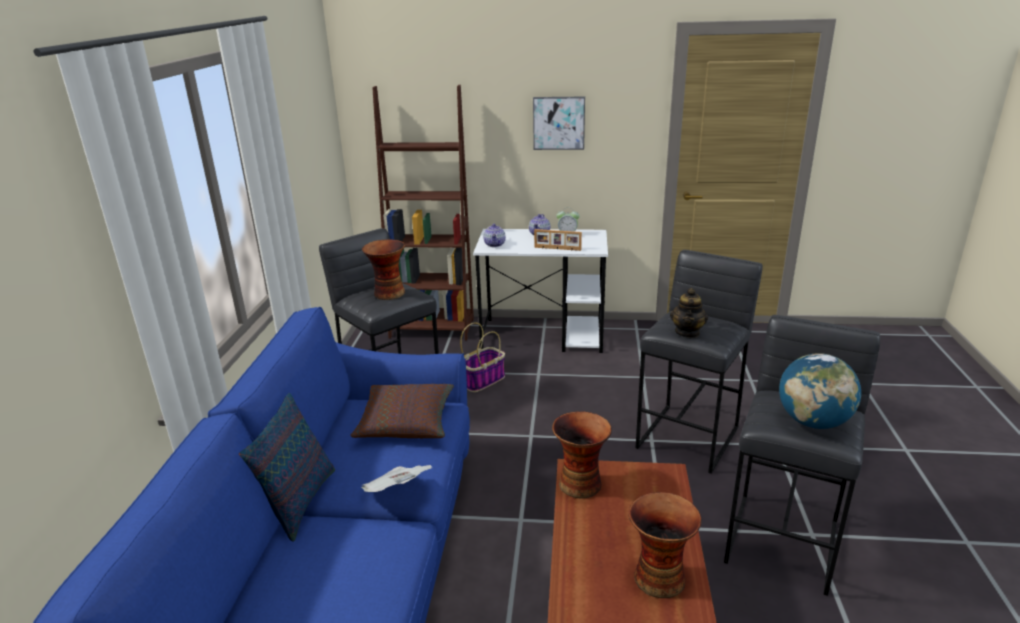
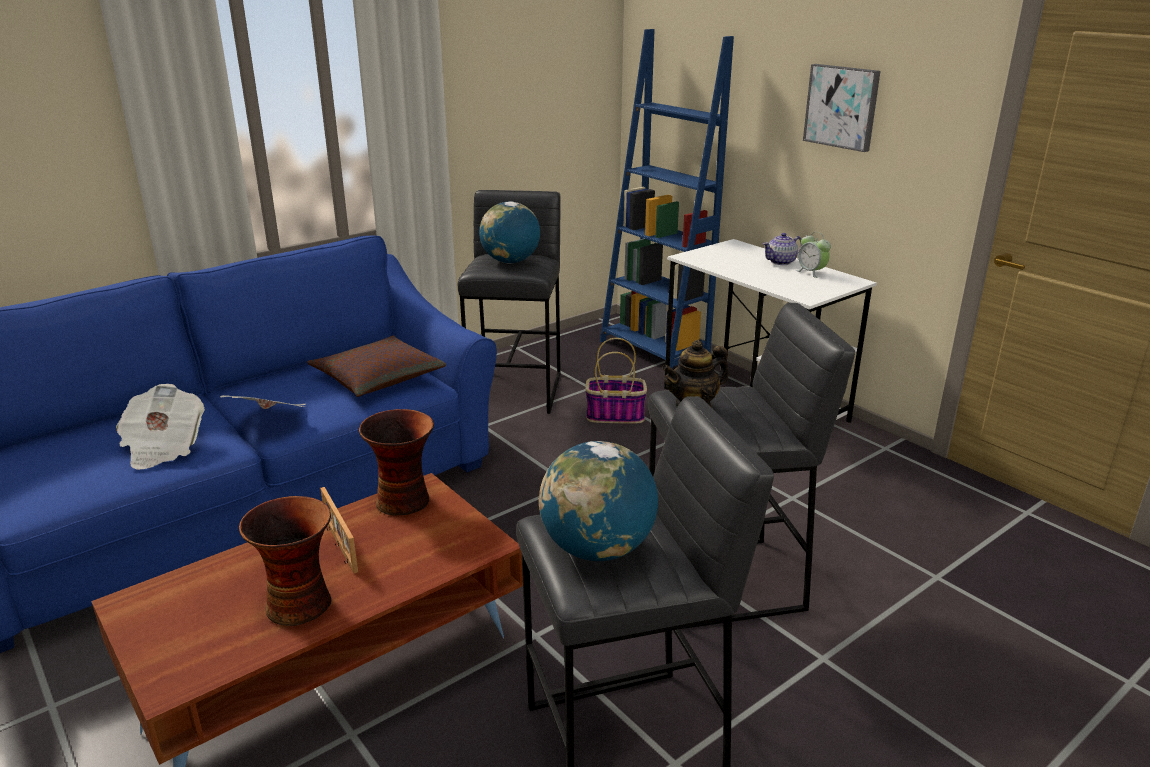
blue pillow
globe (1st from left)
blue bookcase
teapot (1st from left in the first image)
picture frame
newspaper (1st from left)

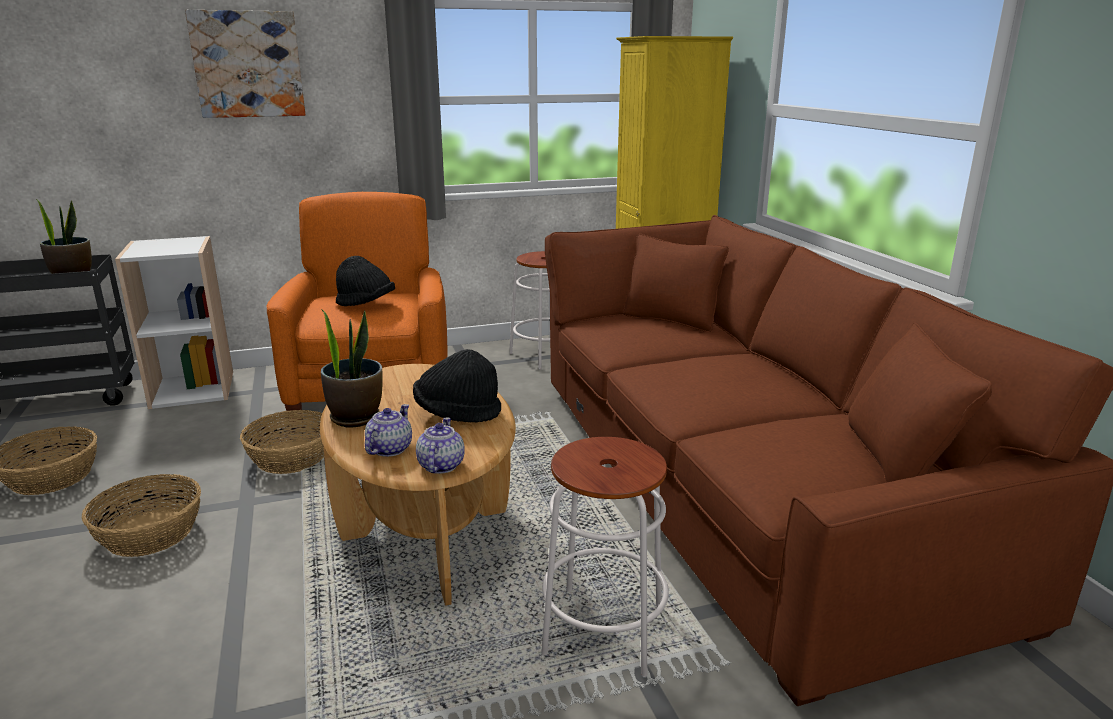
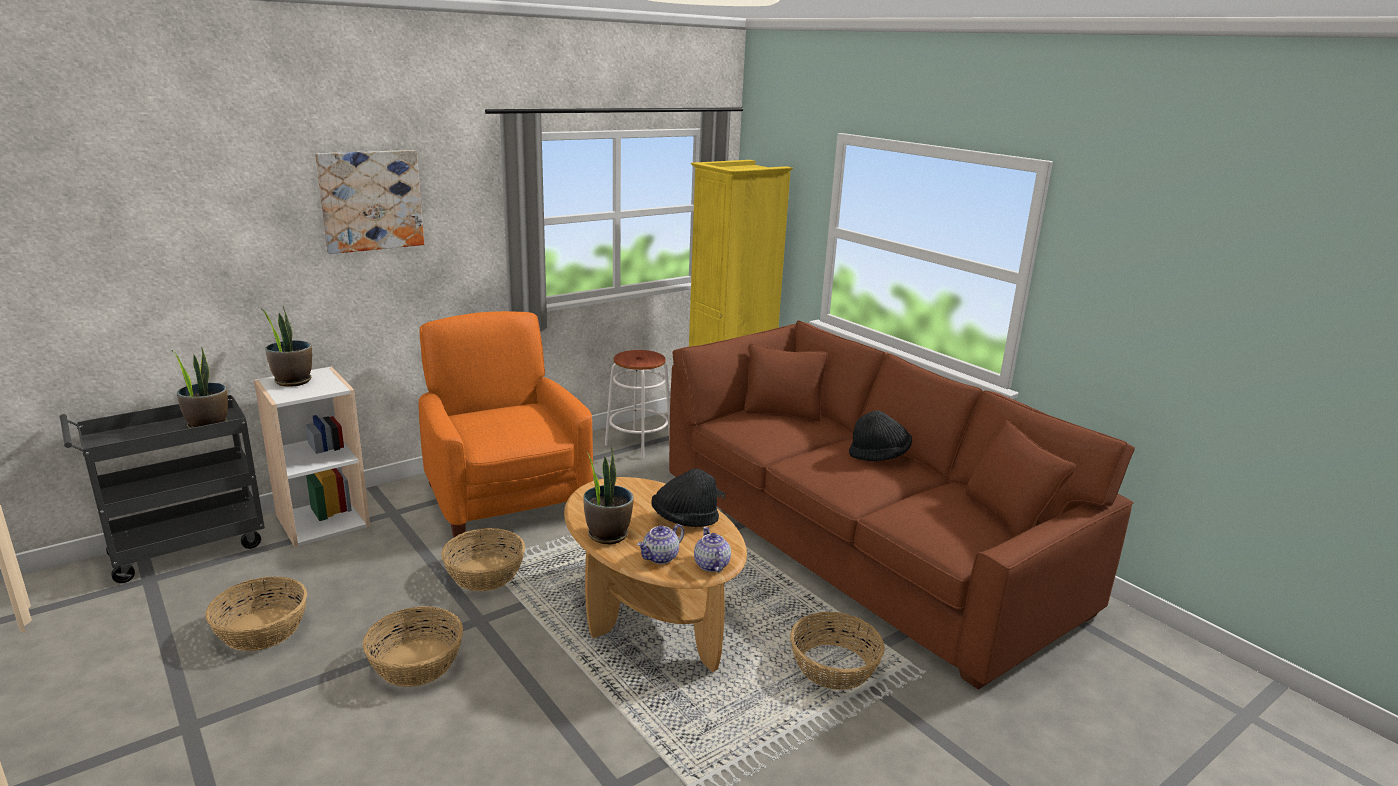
black hat (2nd from left)
teapot (1st from left)
basket (4th from left)
potted plant (2nd from left)

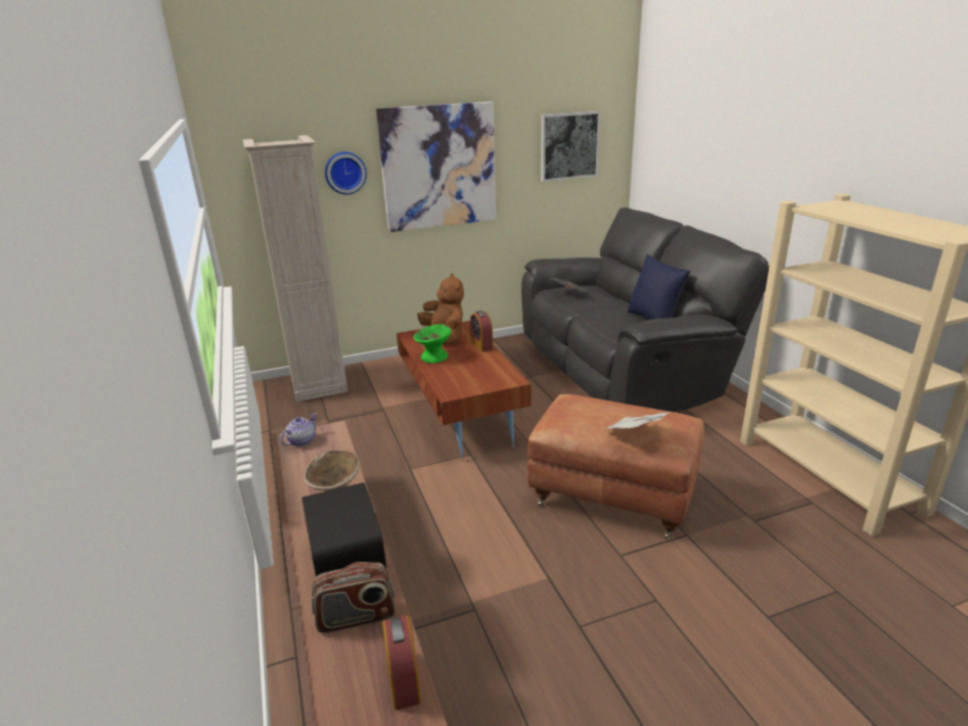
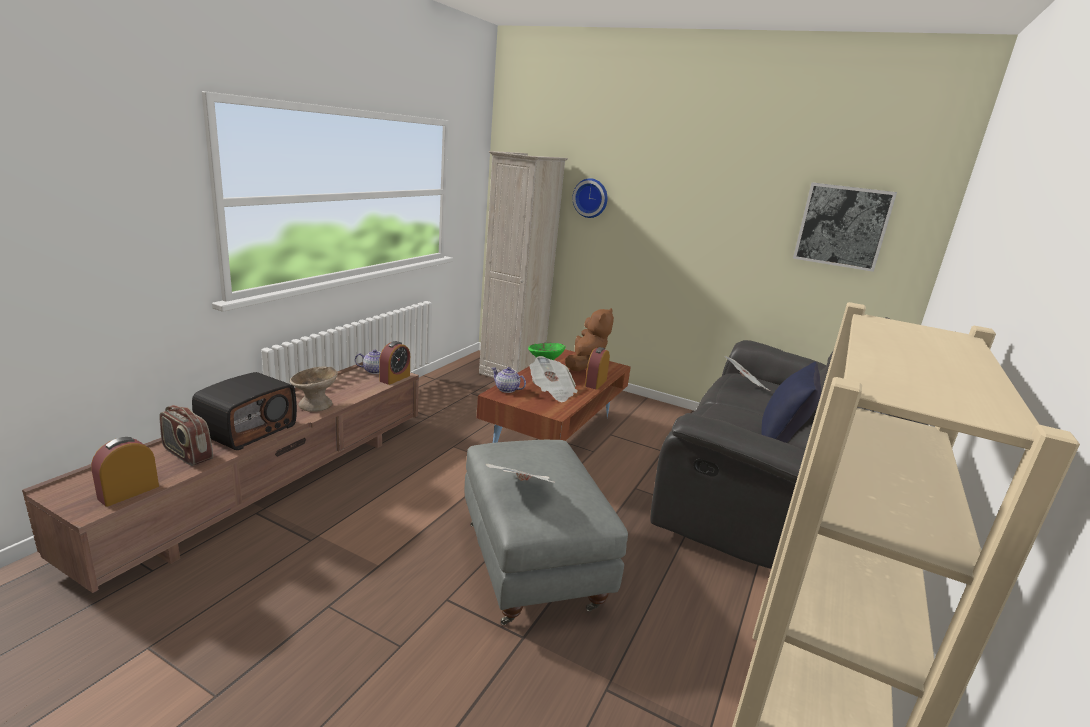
picture (1st from left in the first image)
grey ottoman
alarm clock (2nd from left)
teapot (2nd from left)
newspaper (2nd from left)

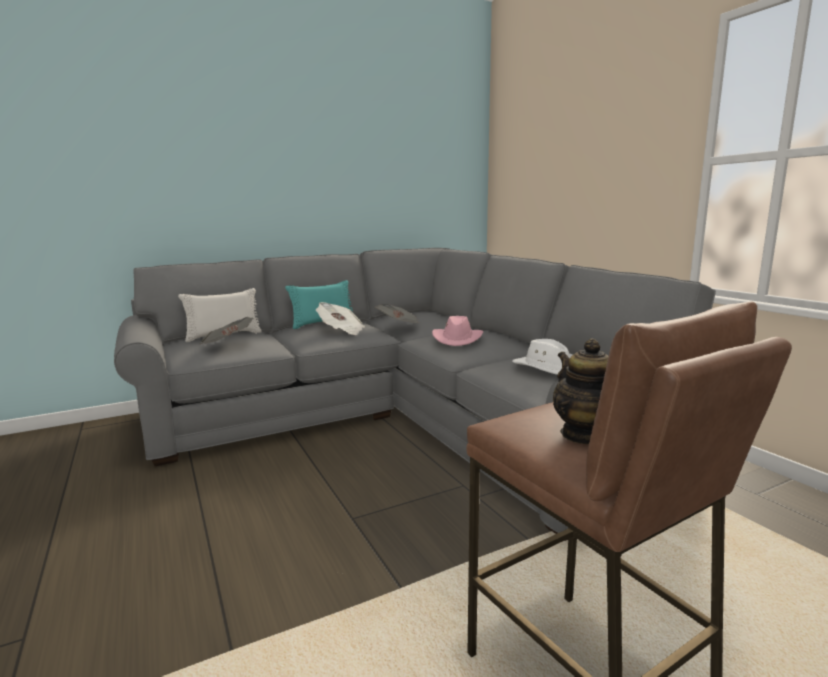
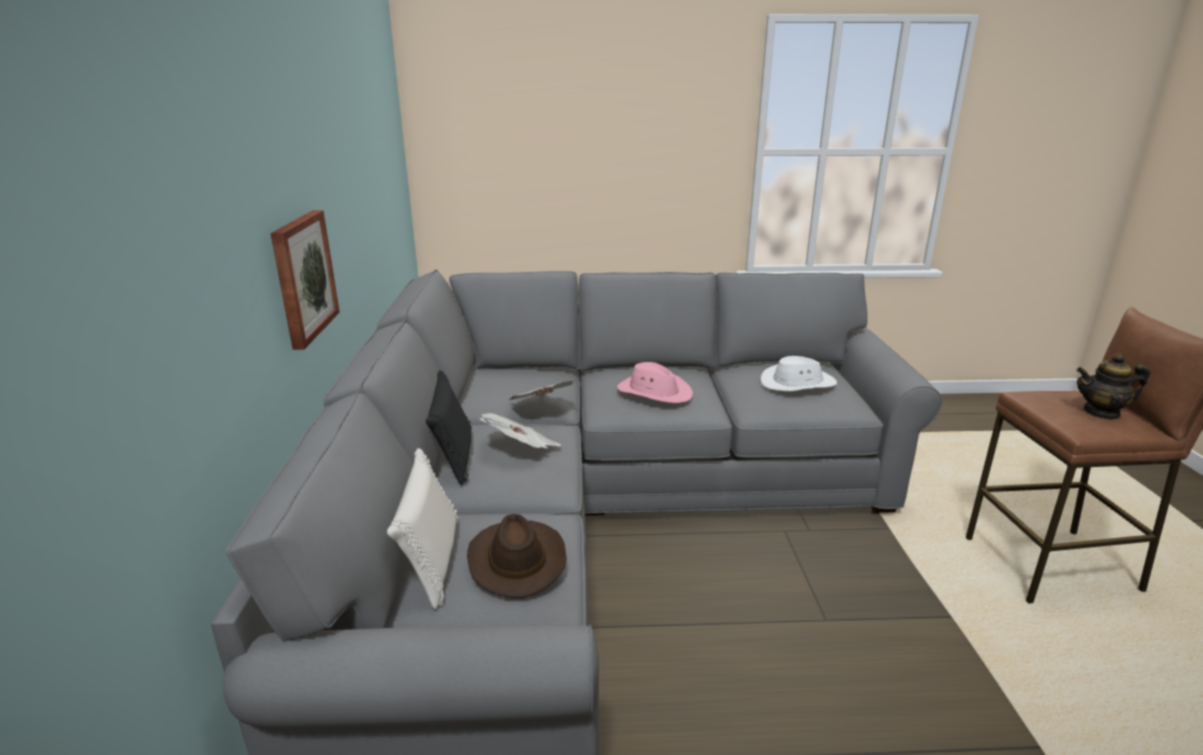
brown hat
black pillow
picture

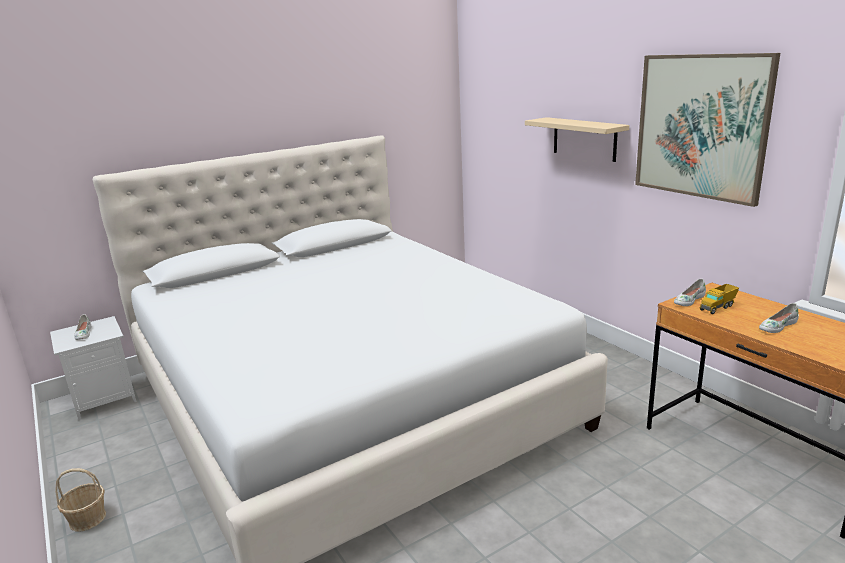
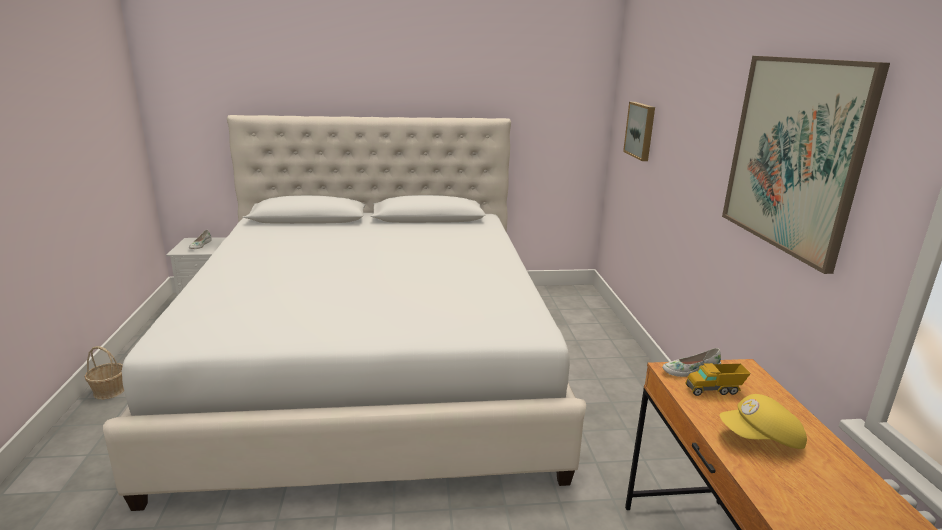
beige shelf
yellow cap
picture (1st from left)

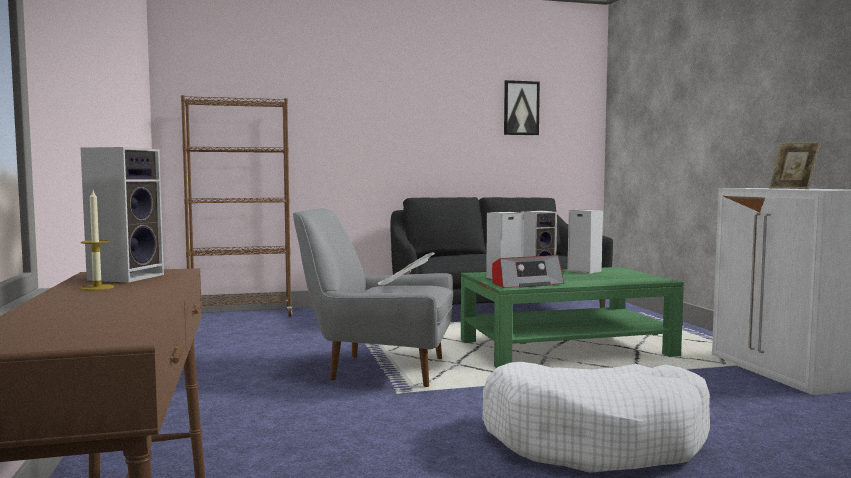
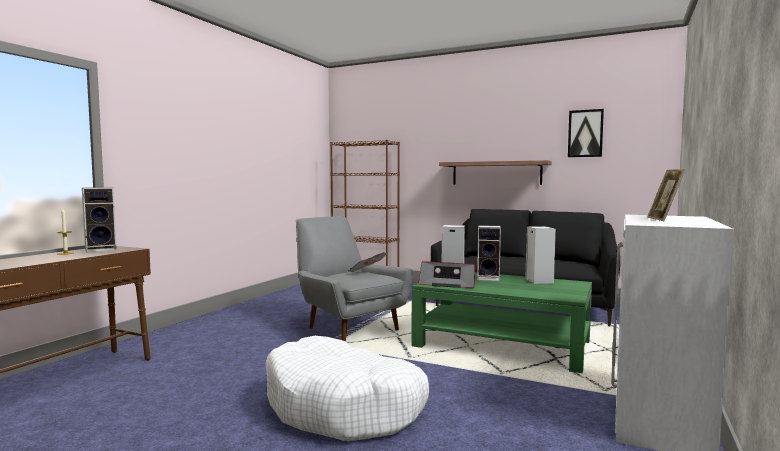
shelf

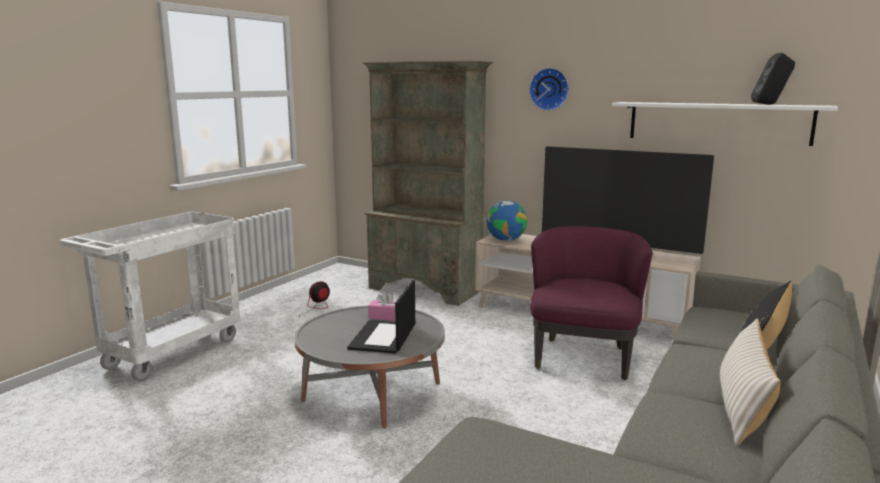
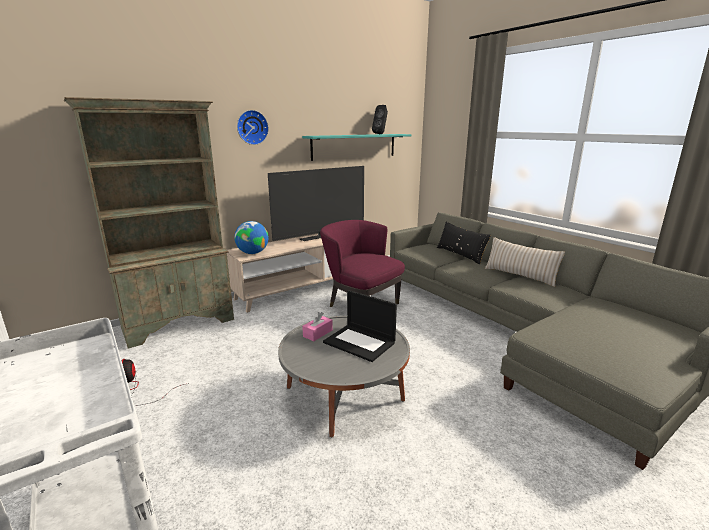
turquoise shelf

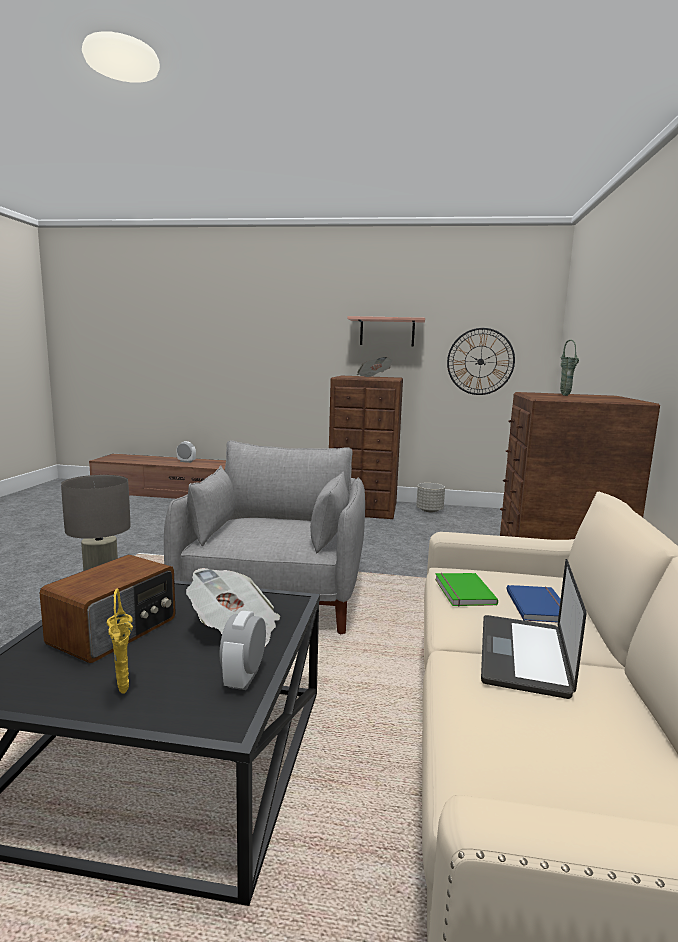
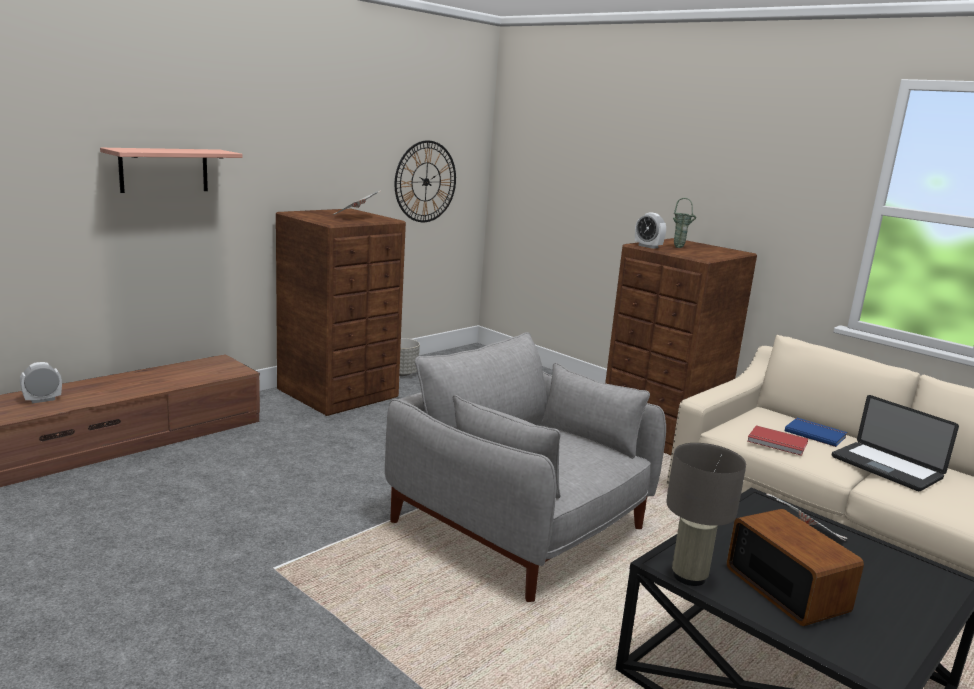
yellow vase
alarm clock (2nd from left)
shelf
red book

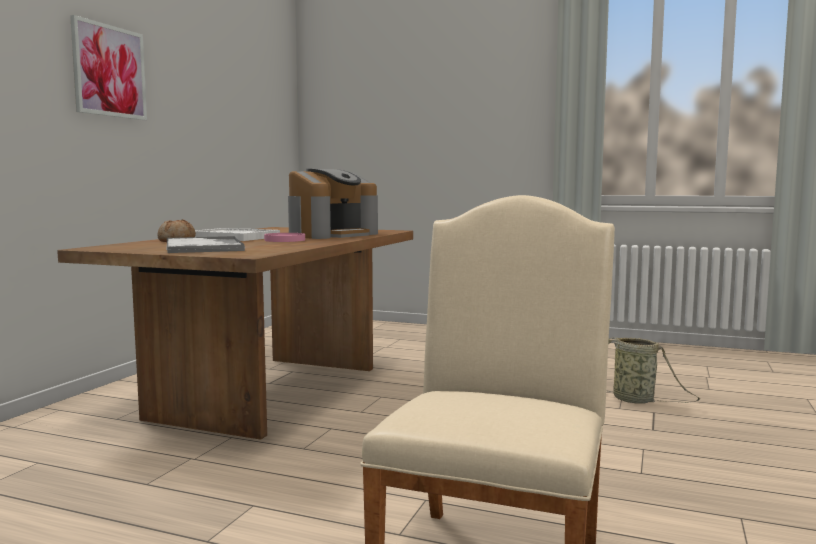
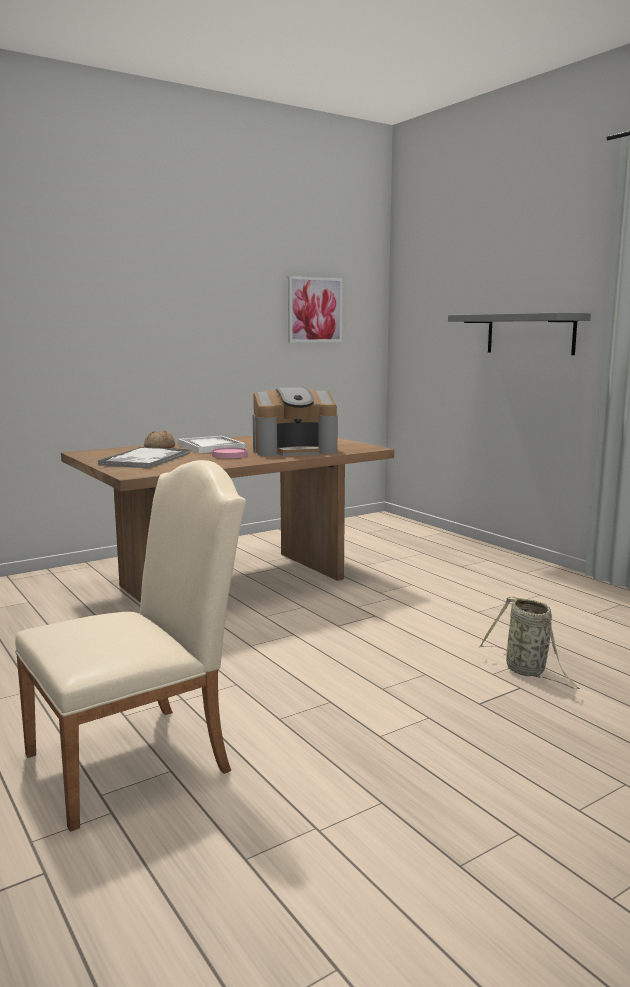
picture
grey shelf

